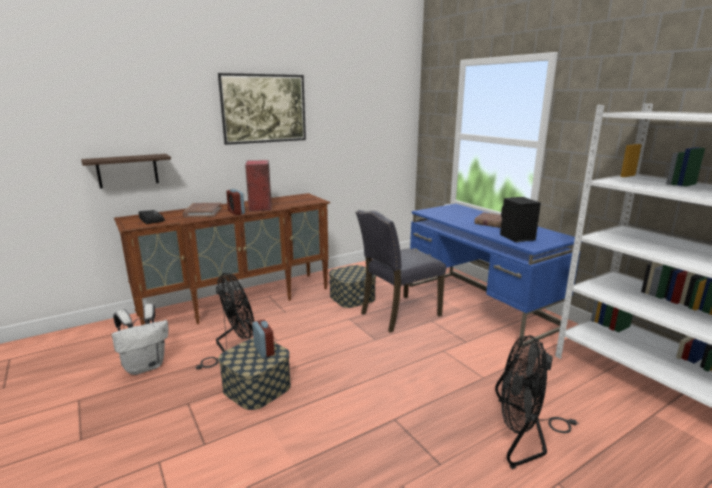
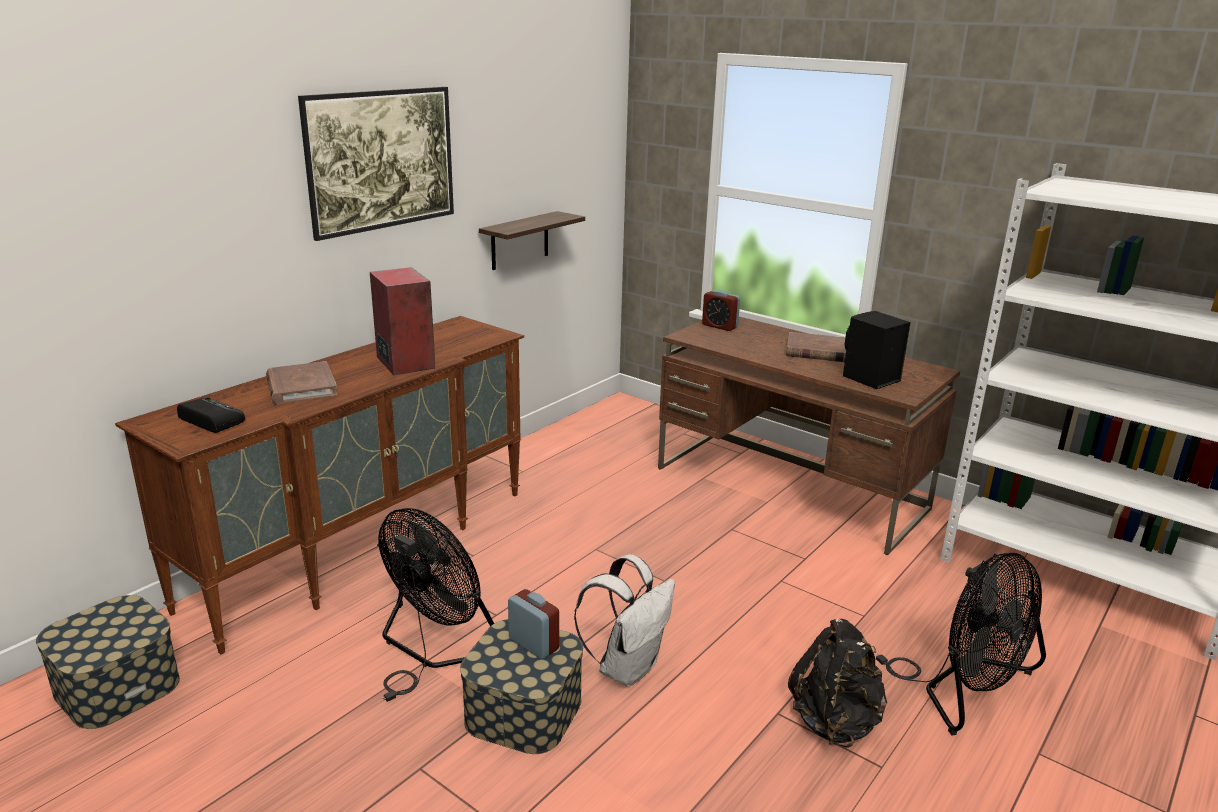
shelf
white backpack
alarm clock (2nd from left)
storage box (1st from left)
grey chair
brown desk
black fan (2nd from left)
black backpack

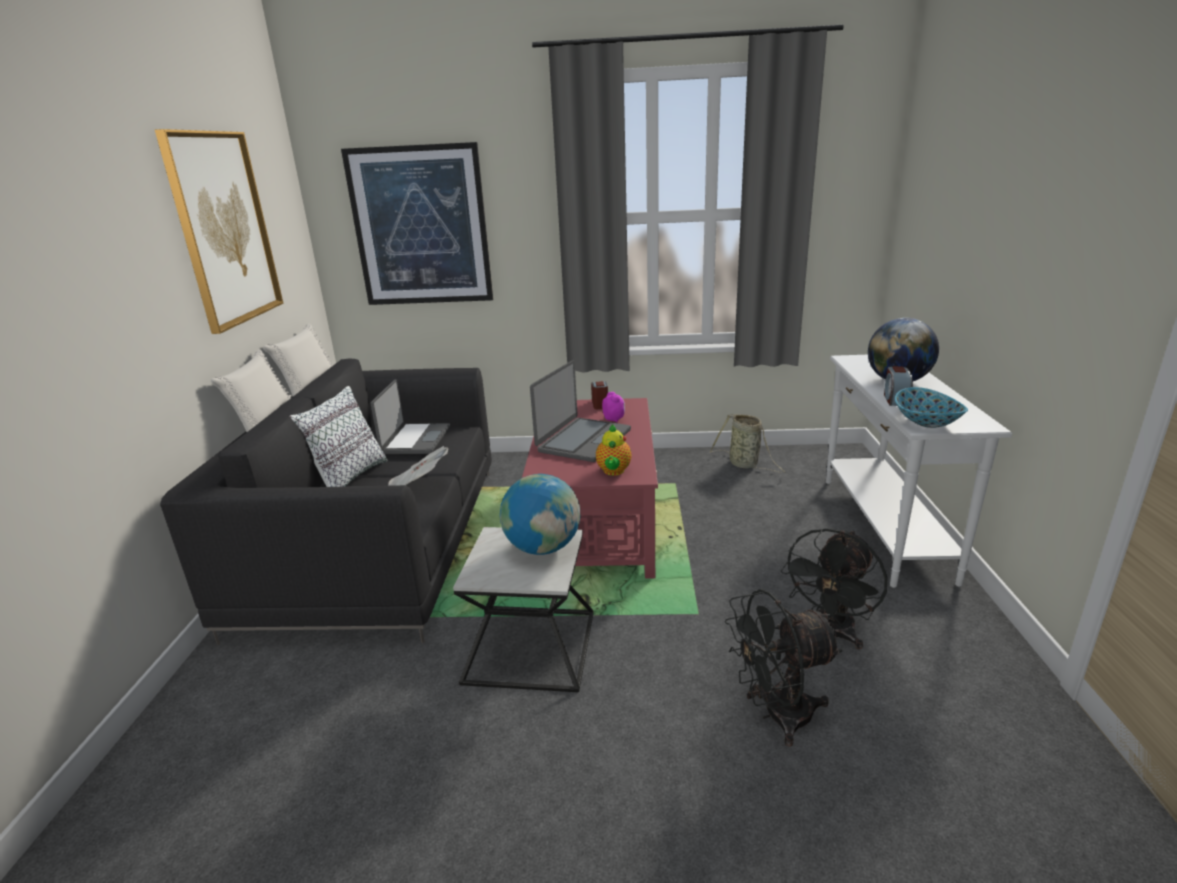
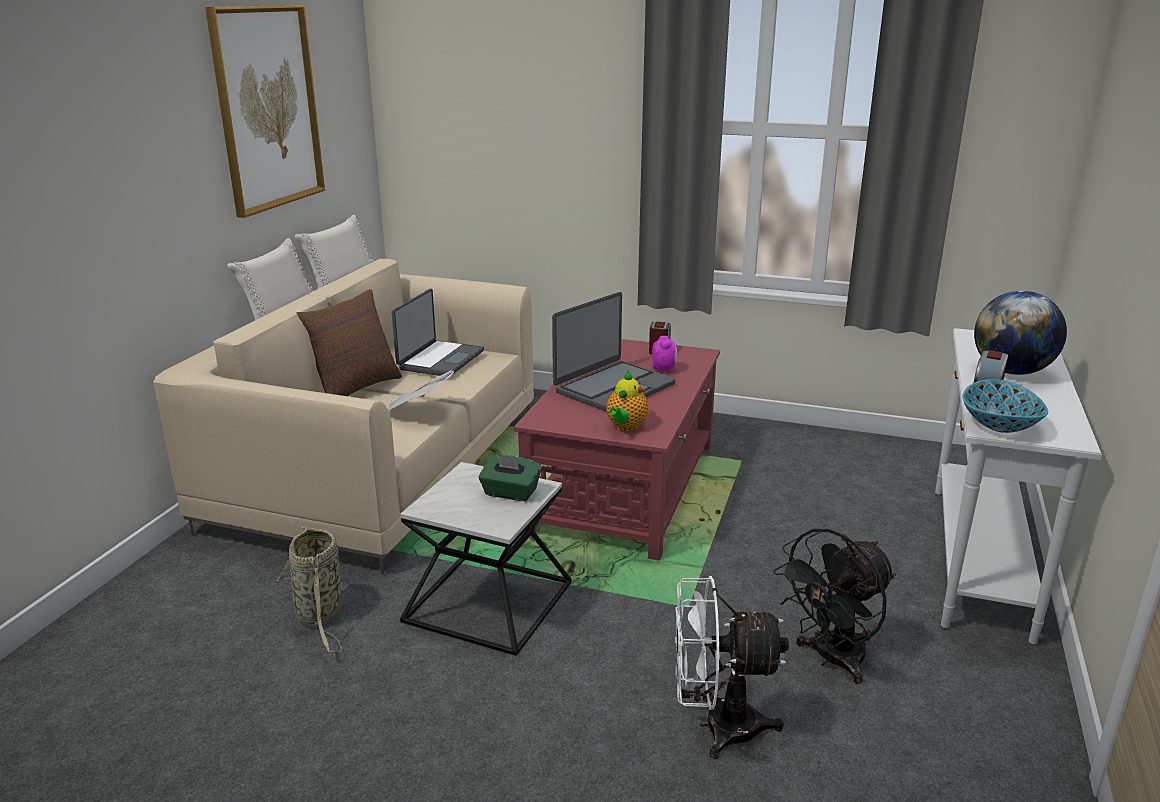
beige sofa
brown pillow
picture (2nd from left in the first image)
green tissue box
basket
white fan

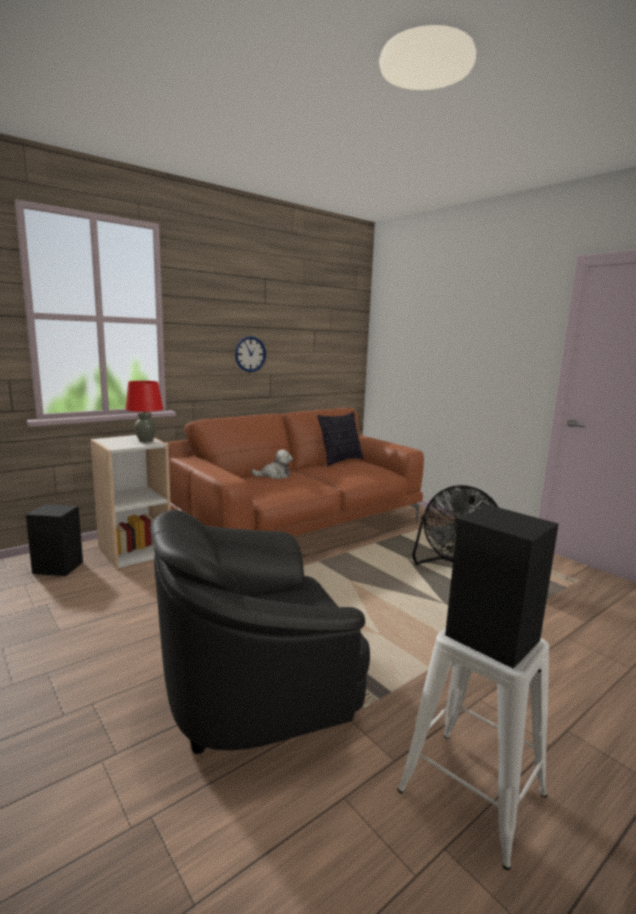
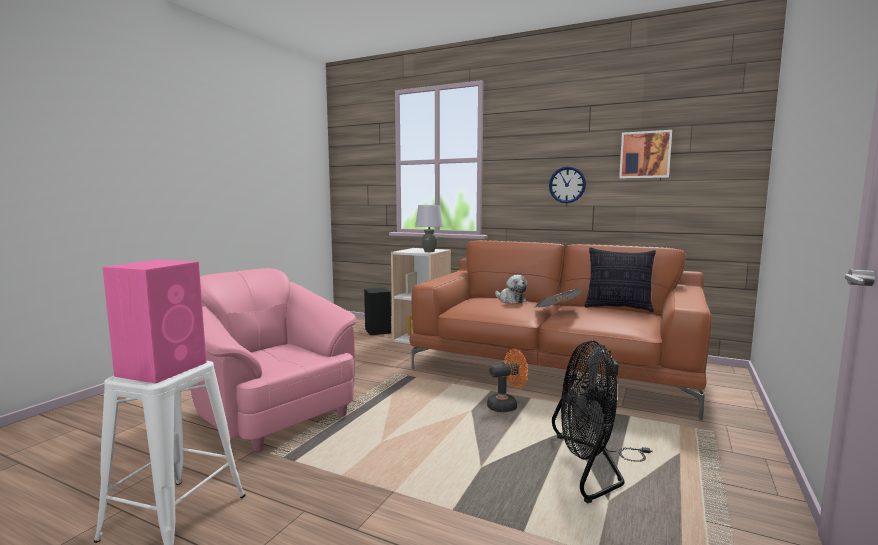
grey table lamp
pink armchair
pink speaker
orange fan
newspaper
picture

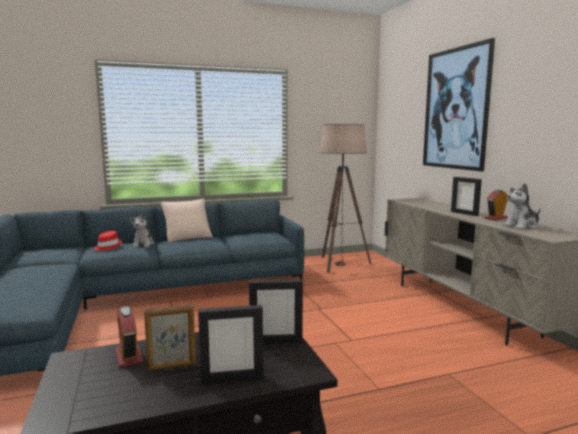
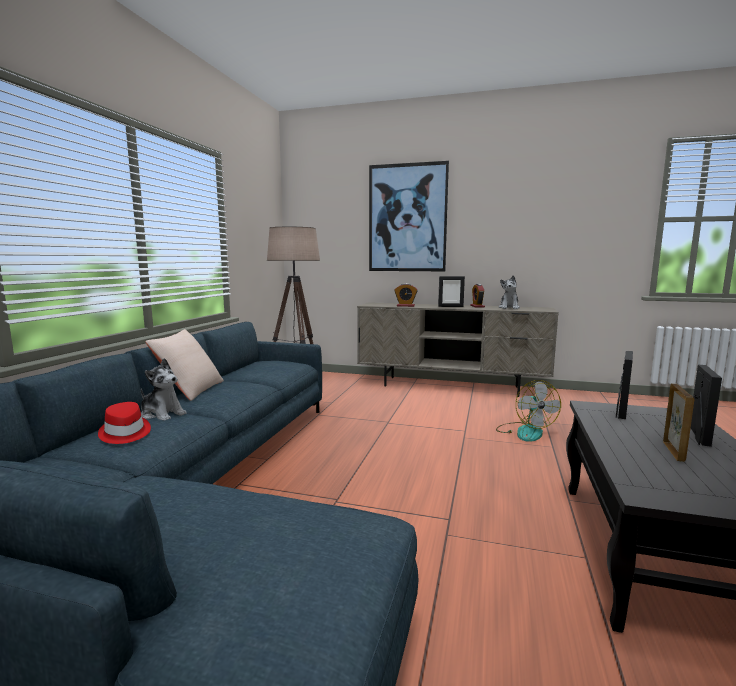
alarm clock (1st from left)
fan

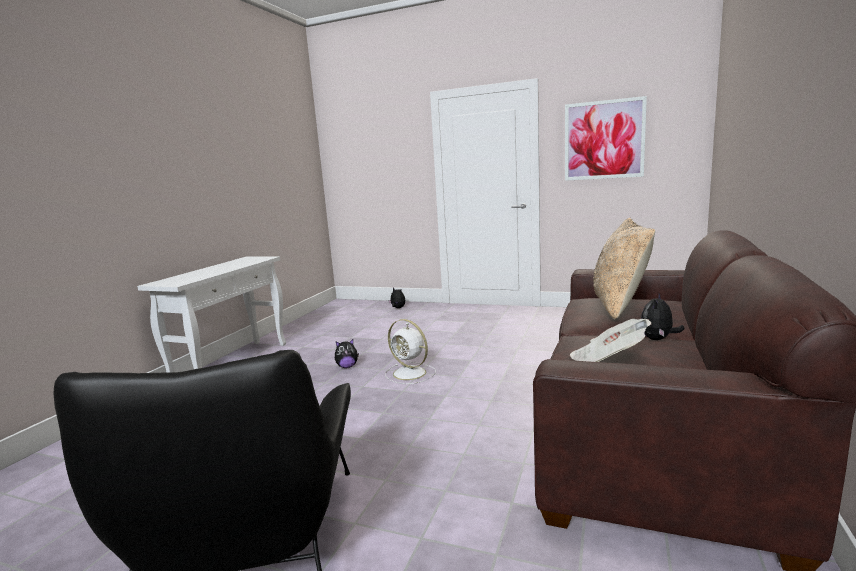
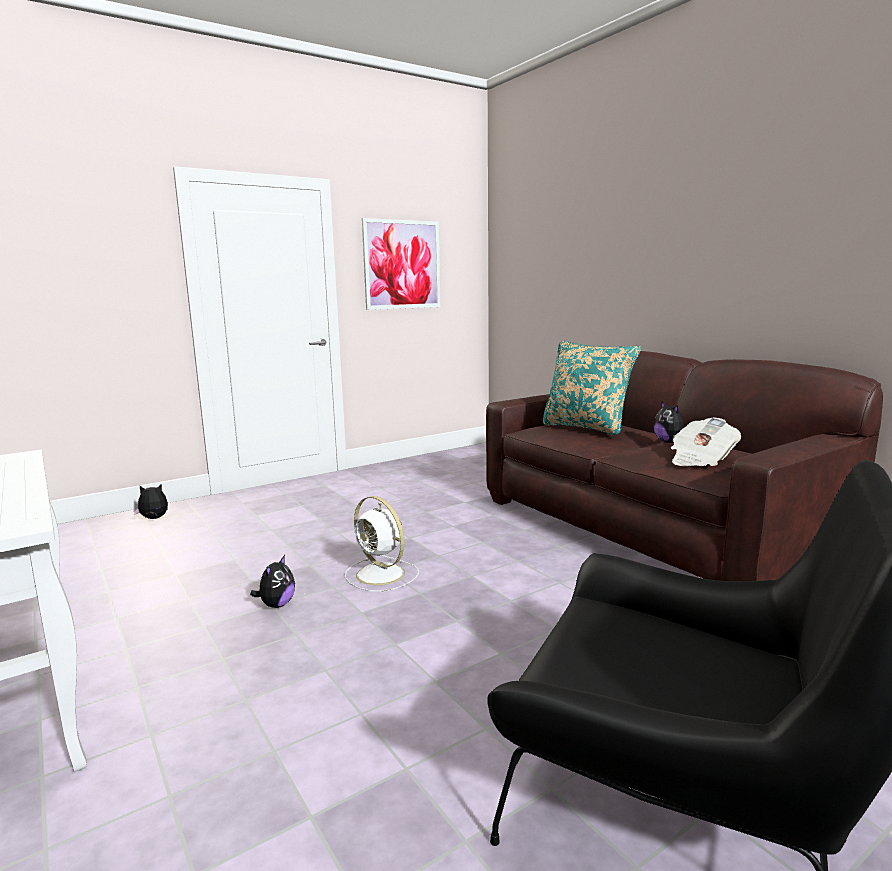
white fan
turquoise pillow

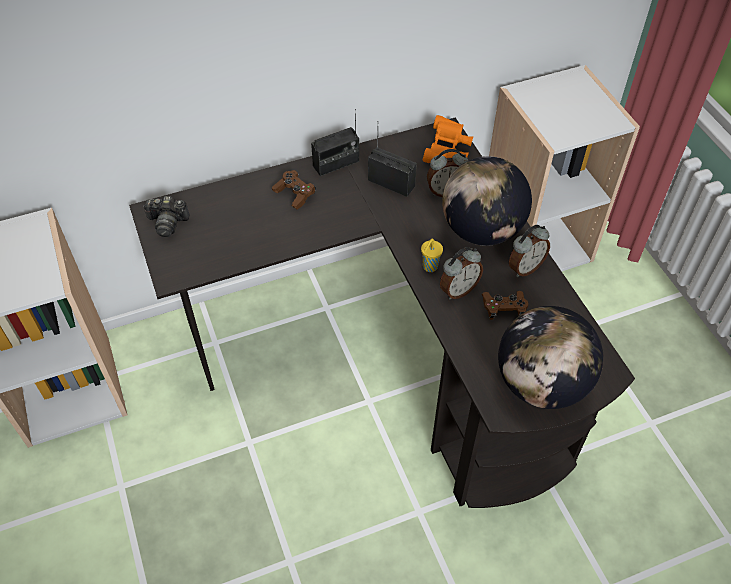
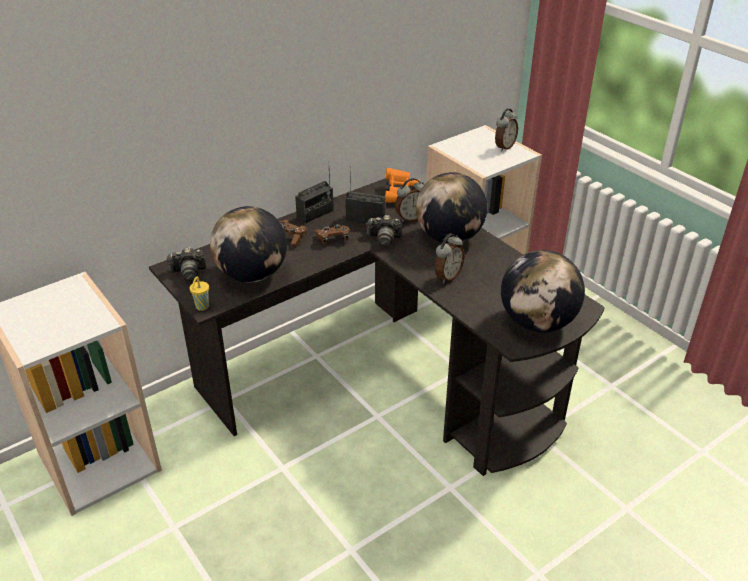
yellow cup
brown game controller (2nd from left)
alarm clock (3rd from left)
globe (1st from left)
photo camera (2nd from left)

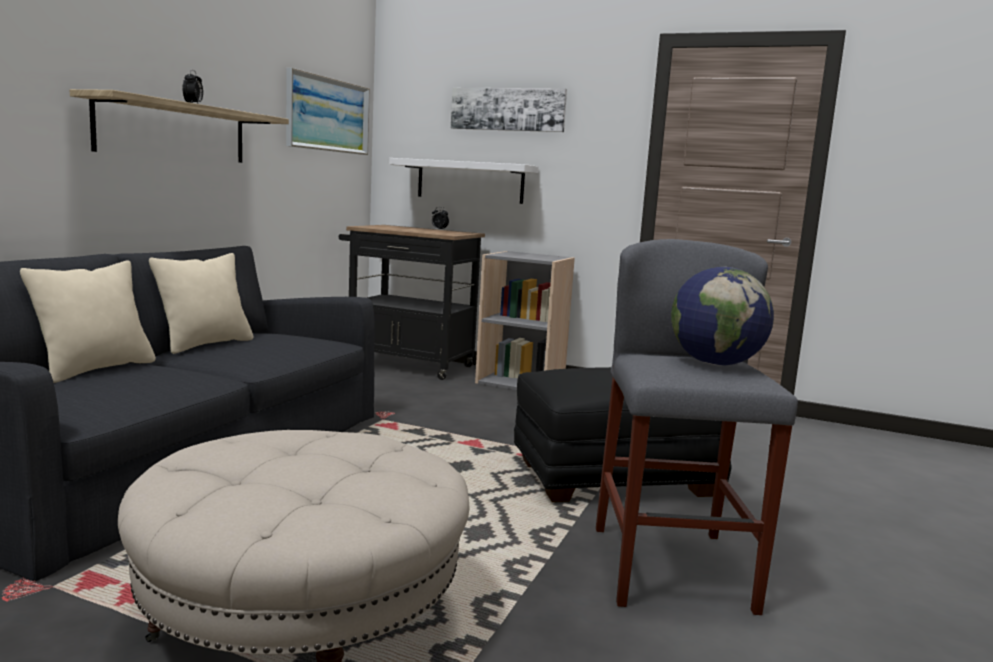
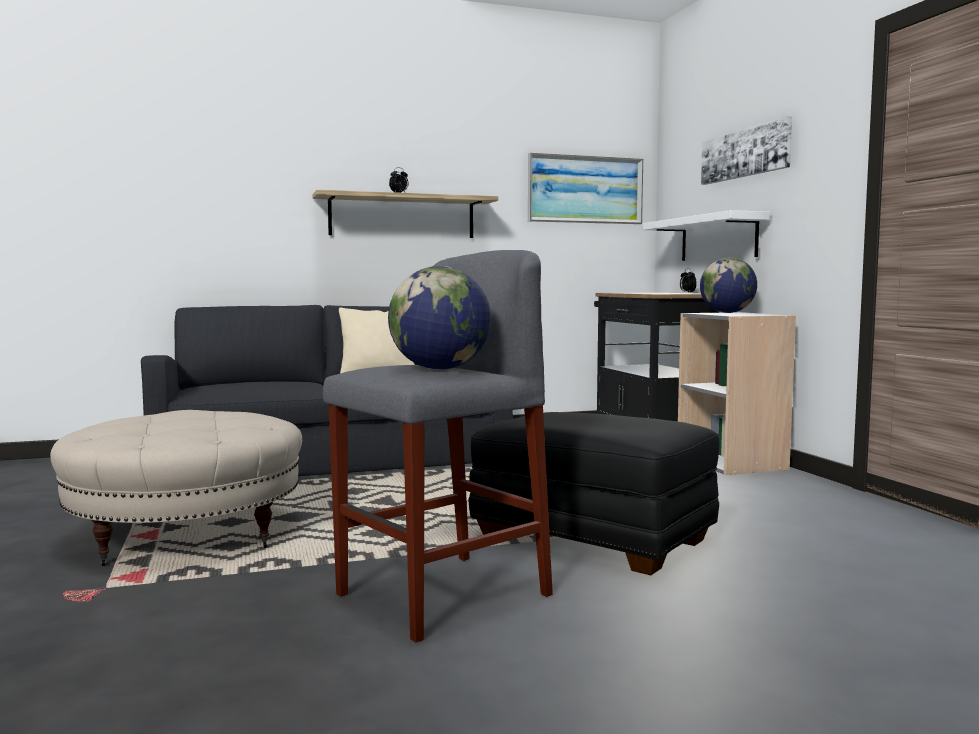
beige pillow (1st from left in the first image)
globe (2nd from left)

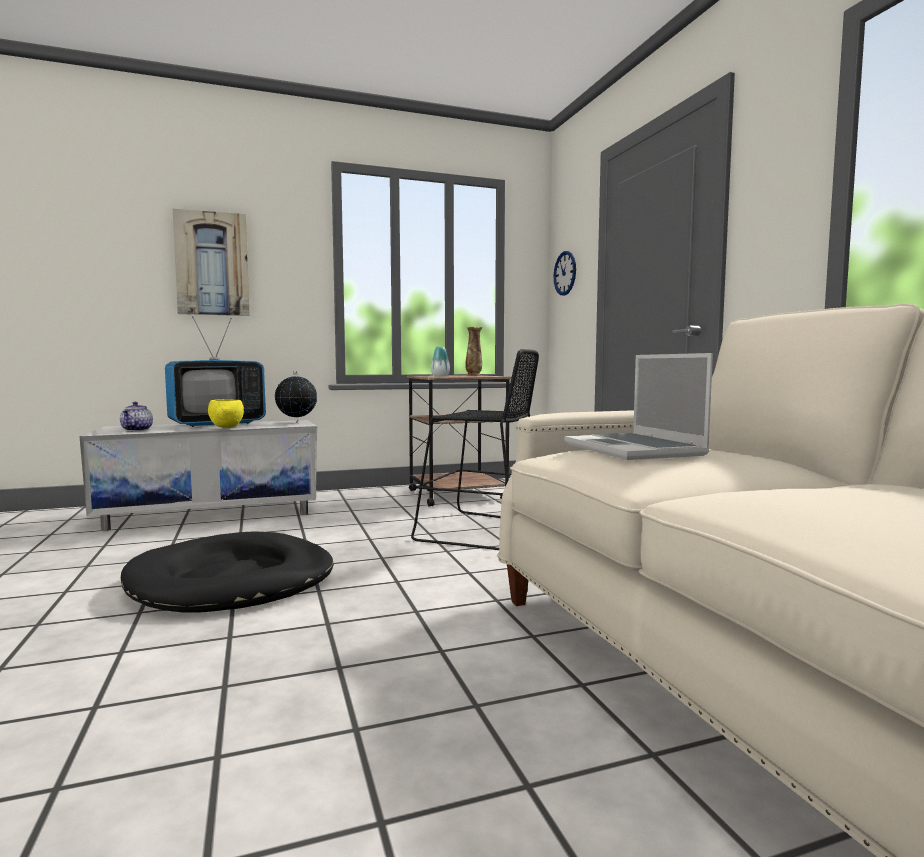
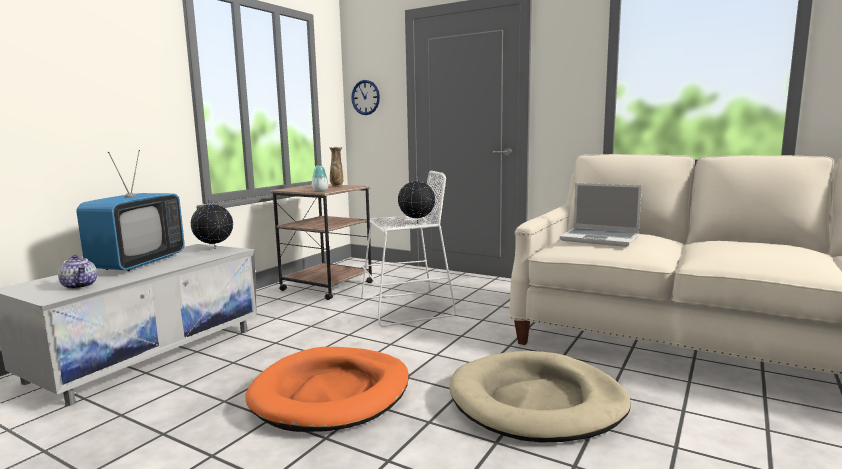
orange dog bed
picture
yellow bowl
white stool
globe (2nd from left)
beige dog bed

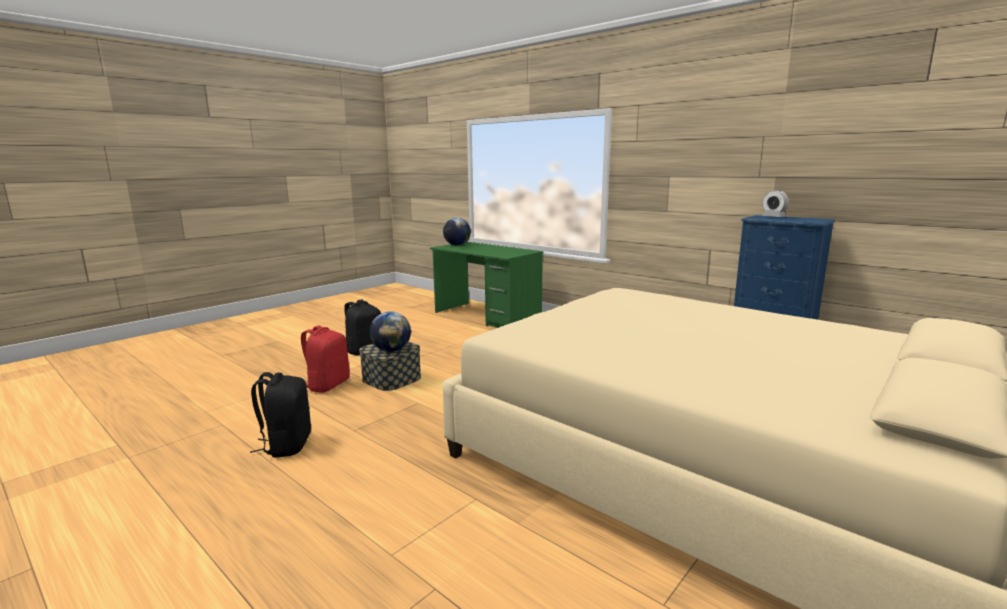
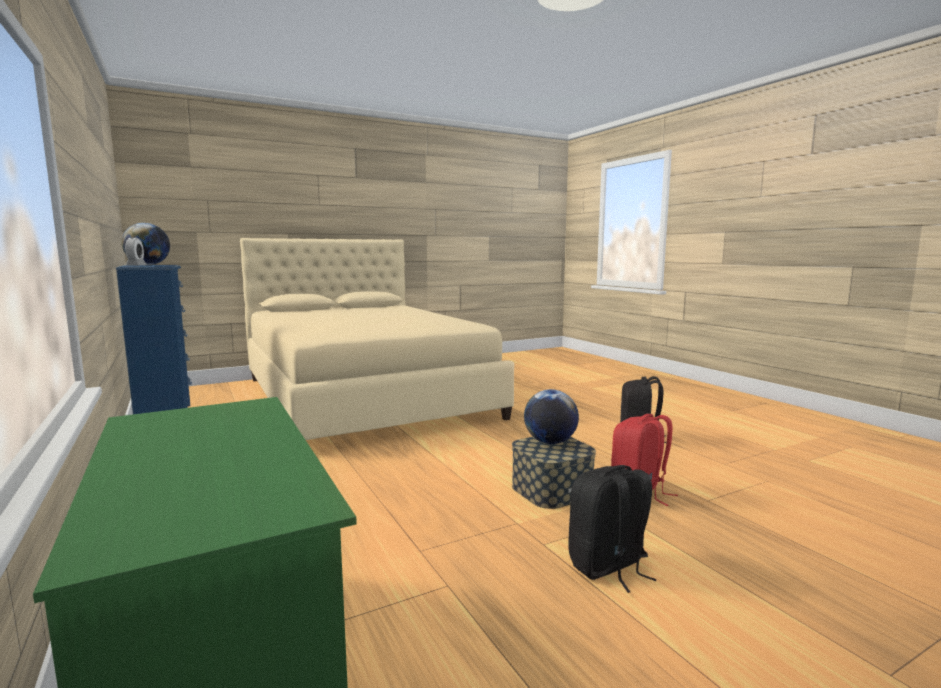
globe (1st from left)

